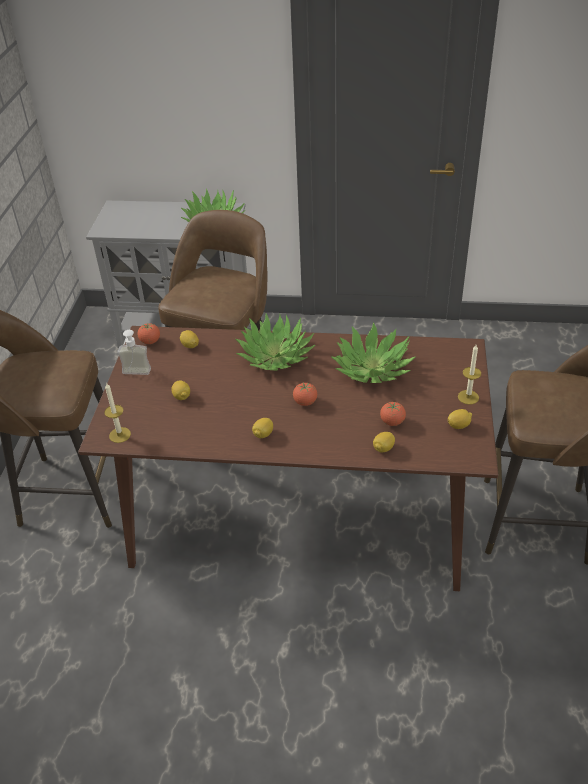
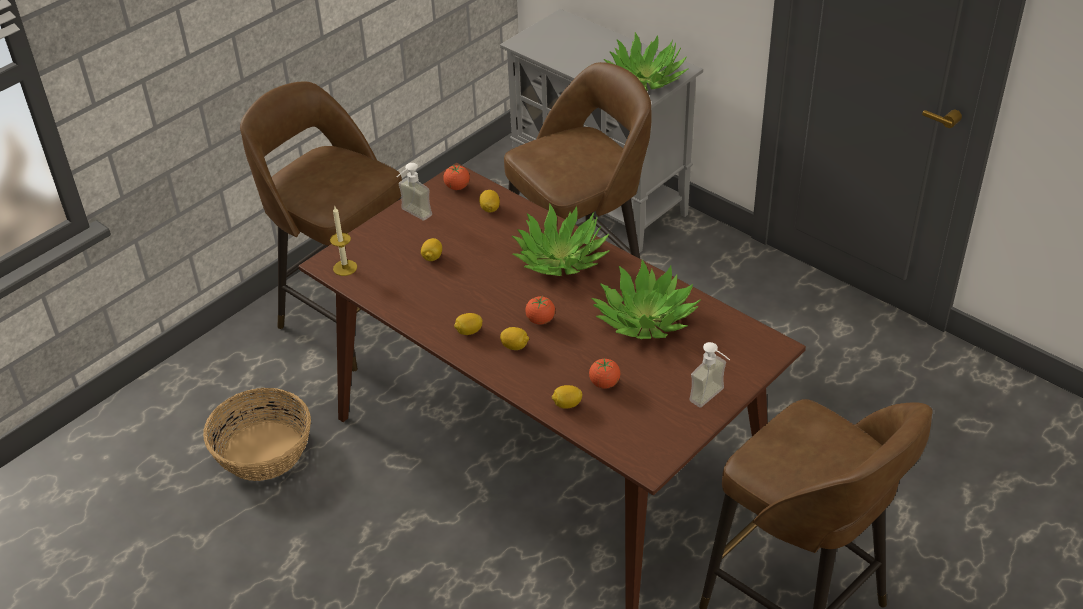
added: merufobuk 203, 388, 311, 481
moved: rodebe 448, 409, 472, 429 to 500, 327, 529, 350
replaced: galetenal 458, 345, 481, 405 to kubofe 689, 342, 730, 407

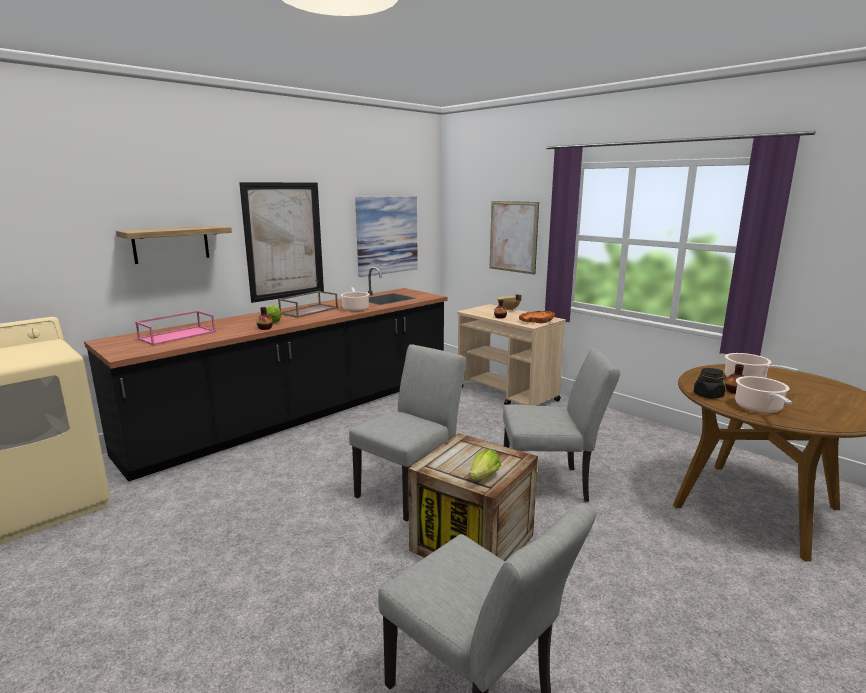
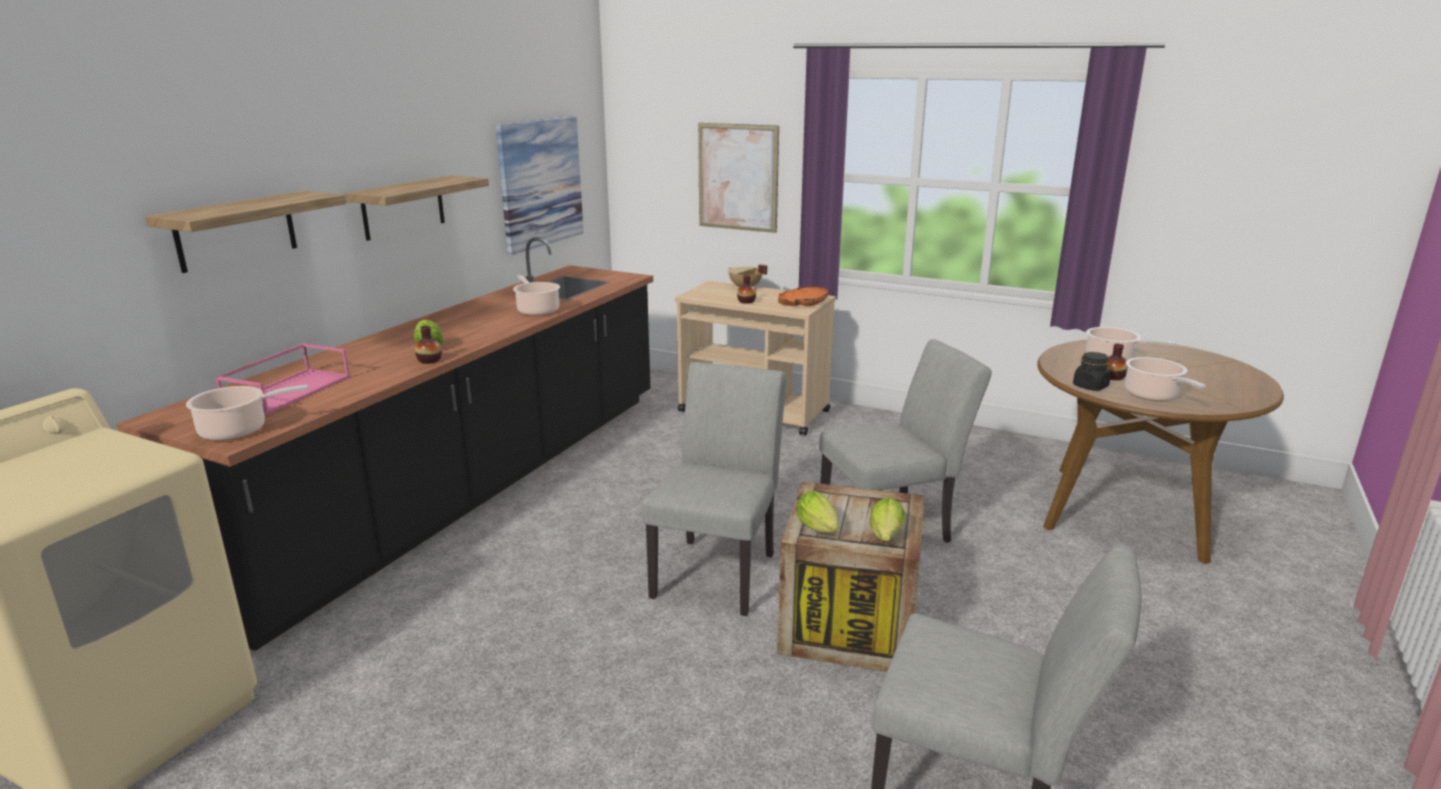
removed: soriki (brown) 278, 291, 338, 318
added: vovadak 186, 385, 308, 441; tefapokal 797, 491, 839, 533
replaced: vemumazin 239, 182, 324, 303 to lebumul 344, 175, 489, 241

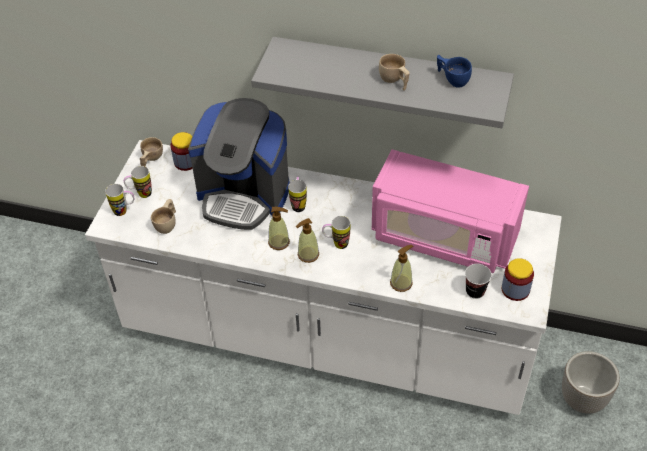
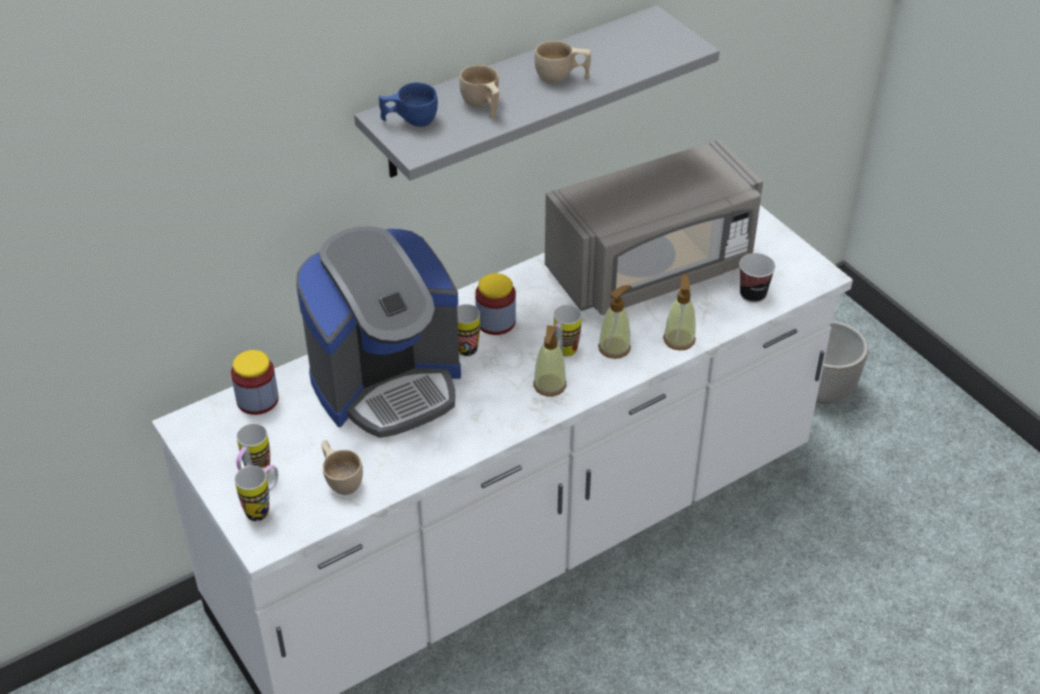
moved: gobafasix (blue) 437, 55, 472, 88 to 379, 82, 438, 127; gobafasix (beige) 140, 137, 163, 167 to 459, 65, 499, 119; kubofe 268, 207, 290, 250 to 598, 285, 632, 359; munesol 502, 258, 534, 301 to 475, 273, 516, 335
recoloured: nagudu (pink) 372, 149, 529, 273 to nagudu (grey) 545, 139, 763, 315

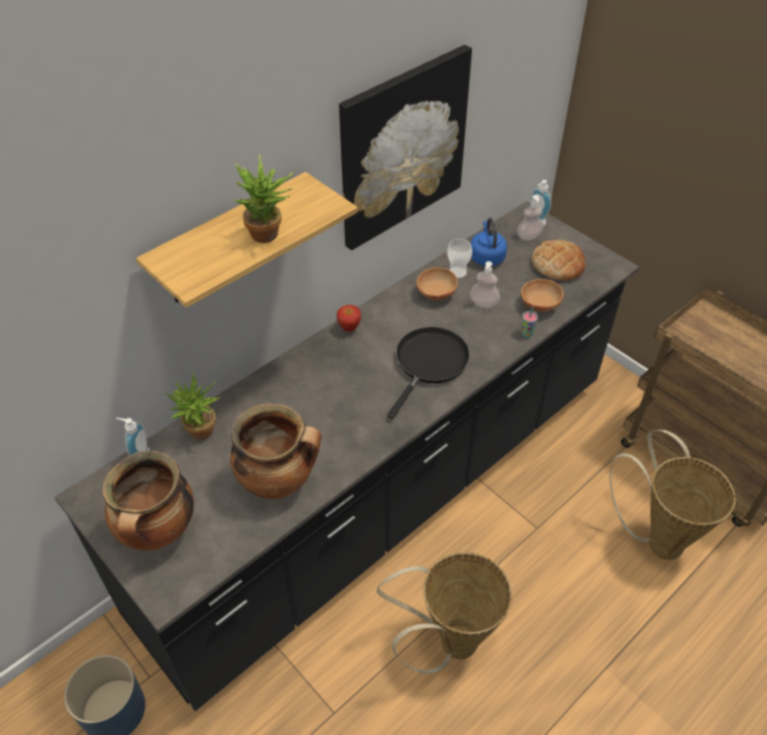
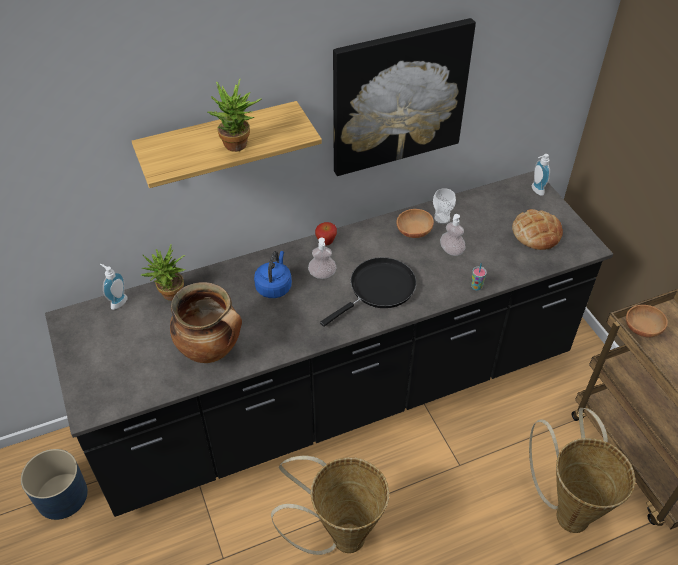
removed: vovadak 103, 451, 194, 550
moved: kubofe 517, 195, 544, 240 to 308, 238, 337, 279; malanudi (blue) 470, 218, 507, 266 to 254, 251, 292, 298; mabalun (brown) 521, 279, 563, 312 to 626, 305, 668, 338

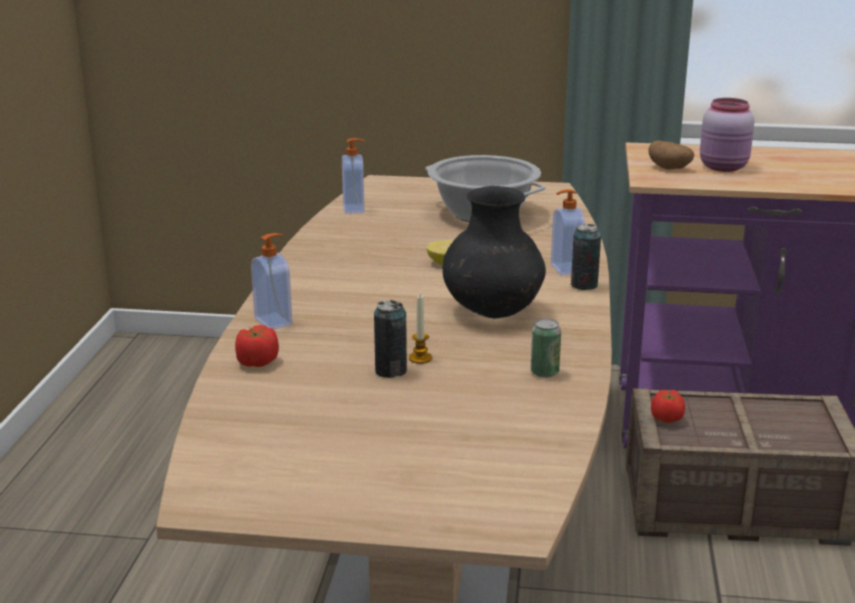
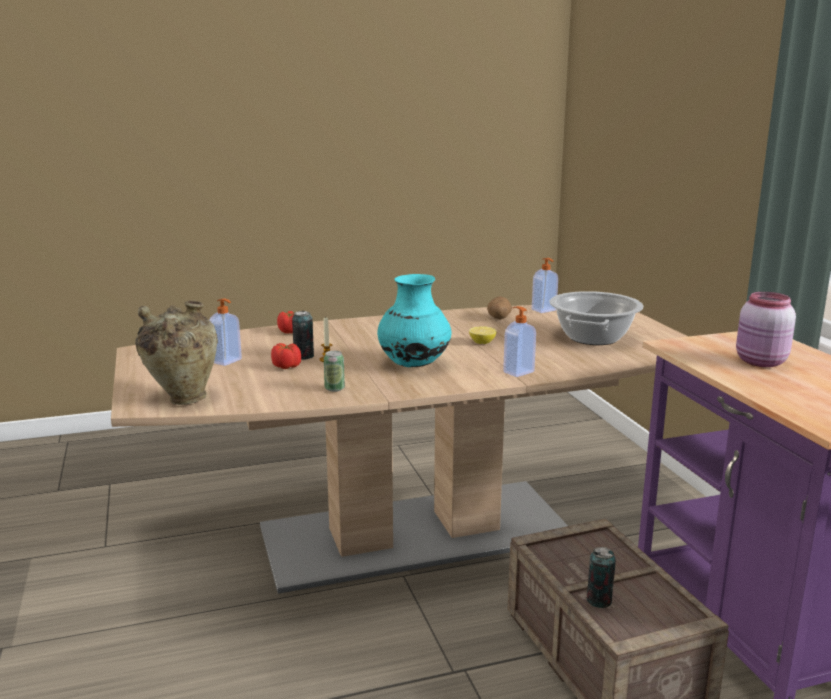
added: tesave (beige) 135, 300, 218, 405
moved: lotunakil 648, 141, 694, 170 to 487, 296, 512, 320; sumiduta 571, 224, 601, 290 to 587, 547, 616, 608; kubofe 251, 233, 293, 330 to 210, 298, 242, 366; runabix 651, 390, 685, 423 to 271, 343, 301, 369
recoloured: tesave (black) 442, 186, 546, 319 to tesave (turquoise) 377, 274, 451, 367

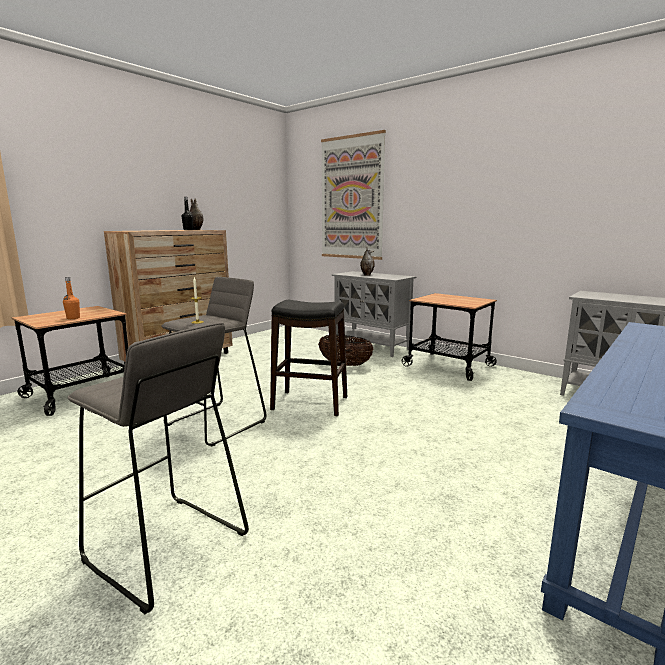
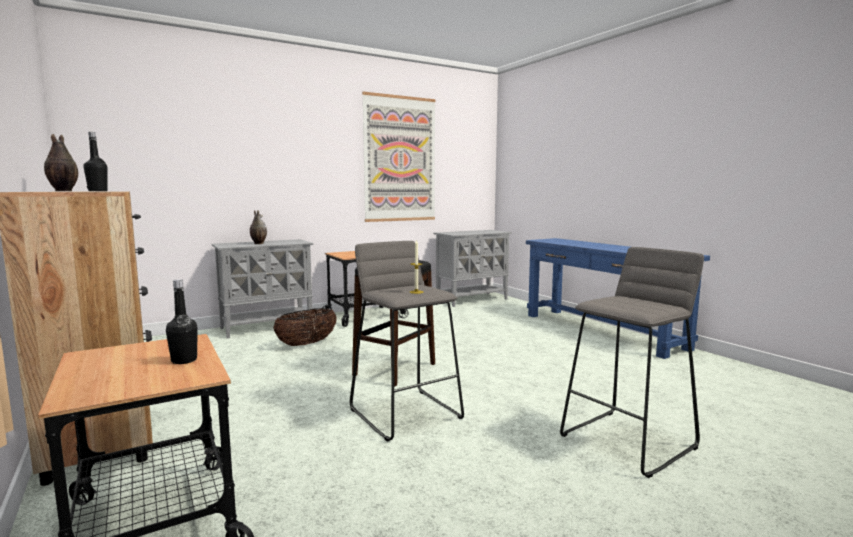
moved: vemumazin 321, 130, 386, 260 to 362, 92, 435, 222
recoloured: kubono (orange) 63, 277, 80, 319 to kubono (black) 166, 279, 198, 364

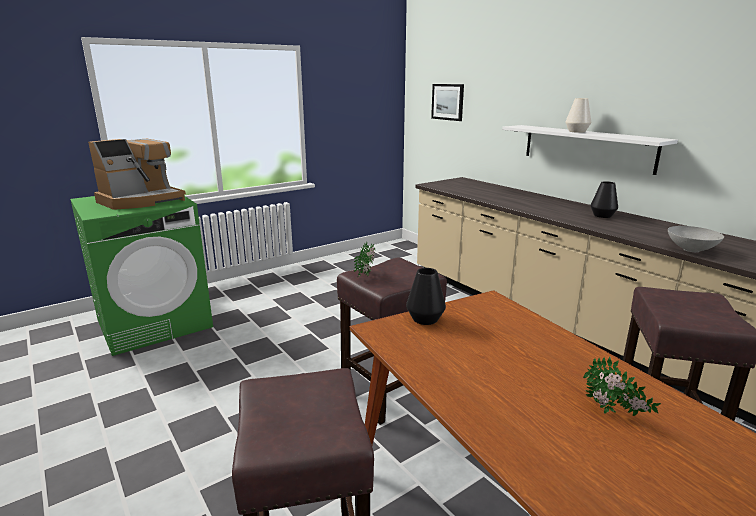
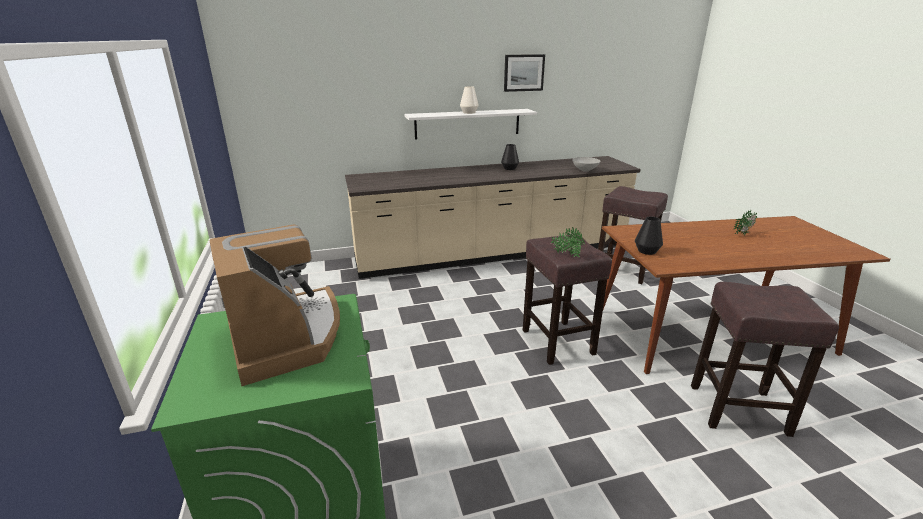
moved: vemumazin 431, 84, 464, 121 to 504, 54, 545, 92

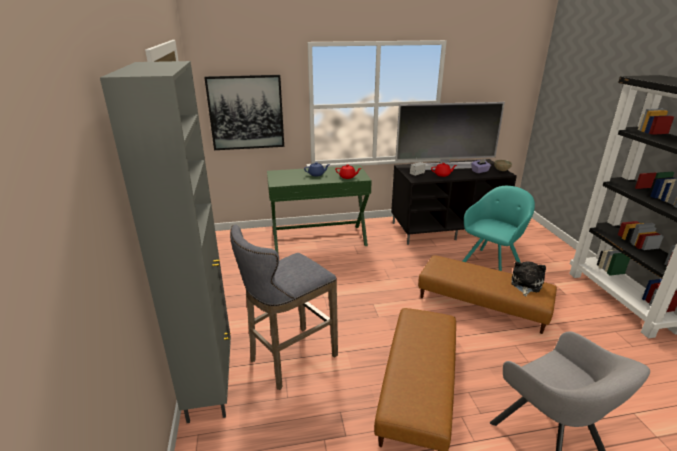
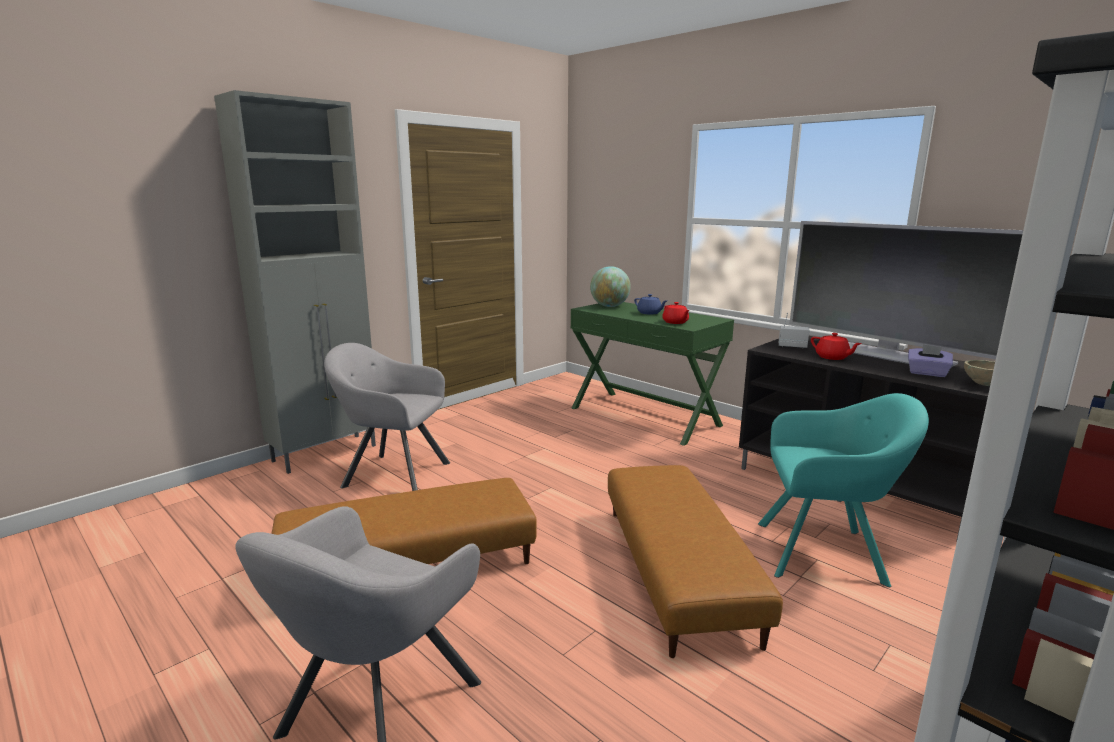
removed: vemumazin 204, 75, 284, 150; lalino 512, 261, 546, 296
added: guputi 590, 266, 631, 307
replaced: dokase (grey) 230, 224, 338, 390 to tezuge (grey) 324, 343, 450, 491

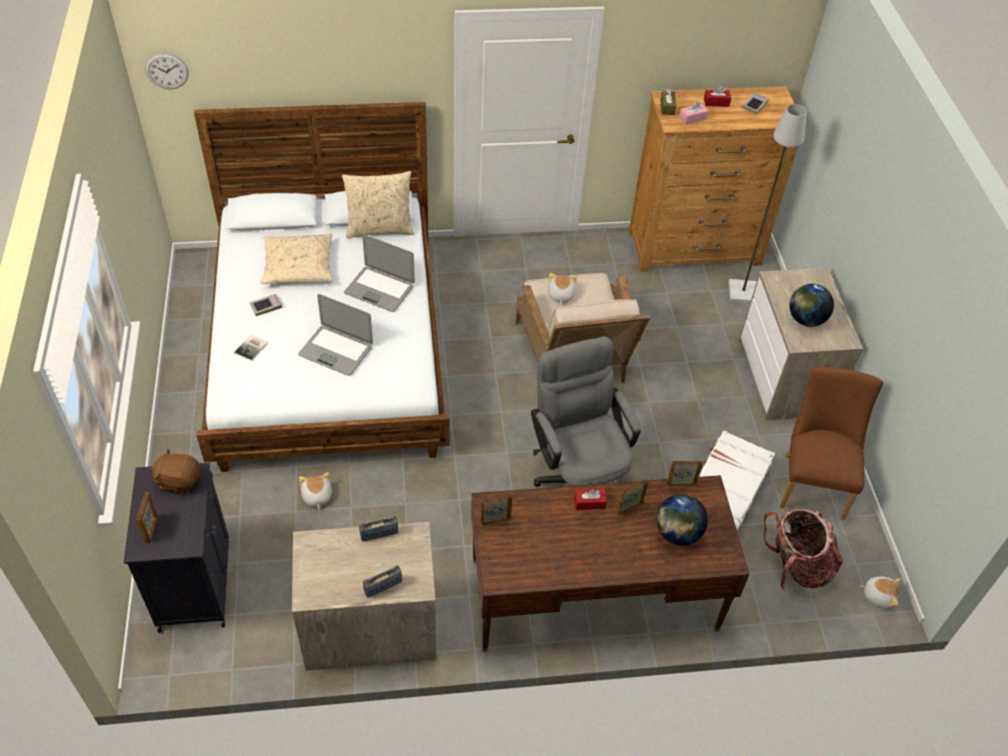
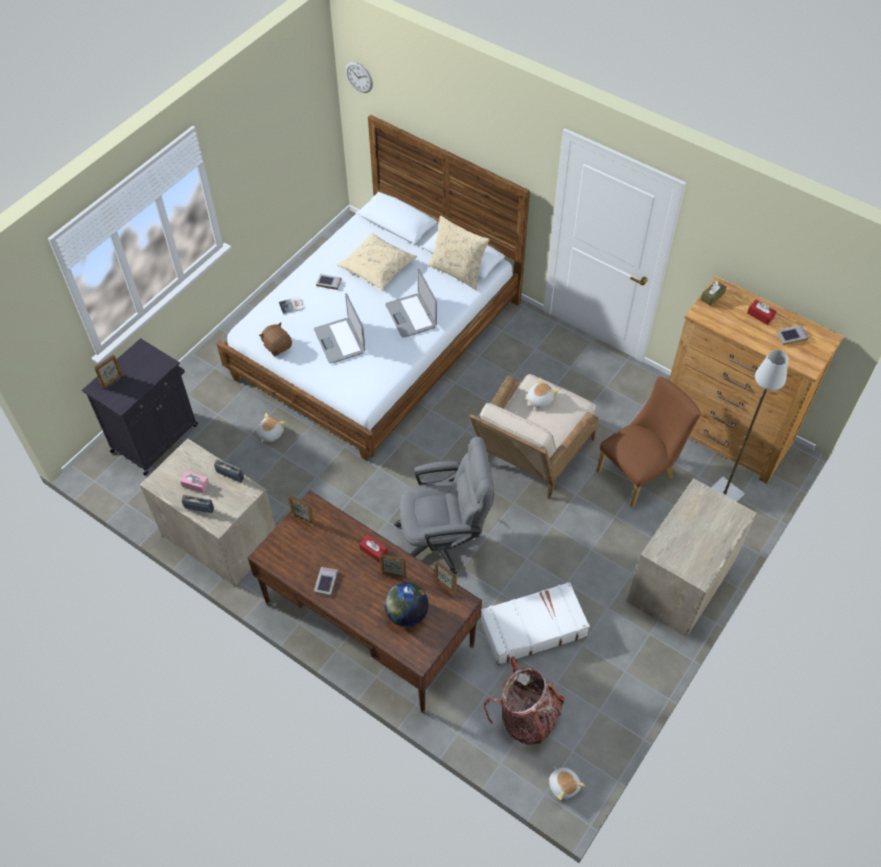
removed: guputi 789, 284, 834, 327
added: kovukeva 314, 567, 338, 596
moved: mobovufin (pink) 679, 102, 708, 125 to 180, 471, 209, 493; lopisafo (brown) 780, 367, 883, 520 to 596, 377, 701, 508; lalino (brown) 151, 448, 200, 494 to 259, 322, 292, 356
turned: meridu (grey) 531, 336, 640, 487 = 394, 437, 494, 574 60 degrees clockwise

